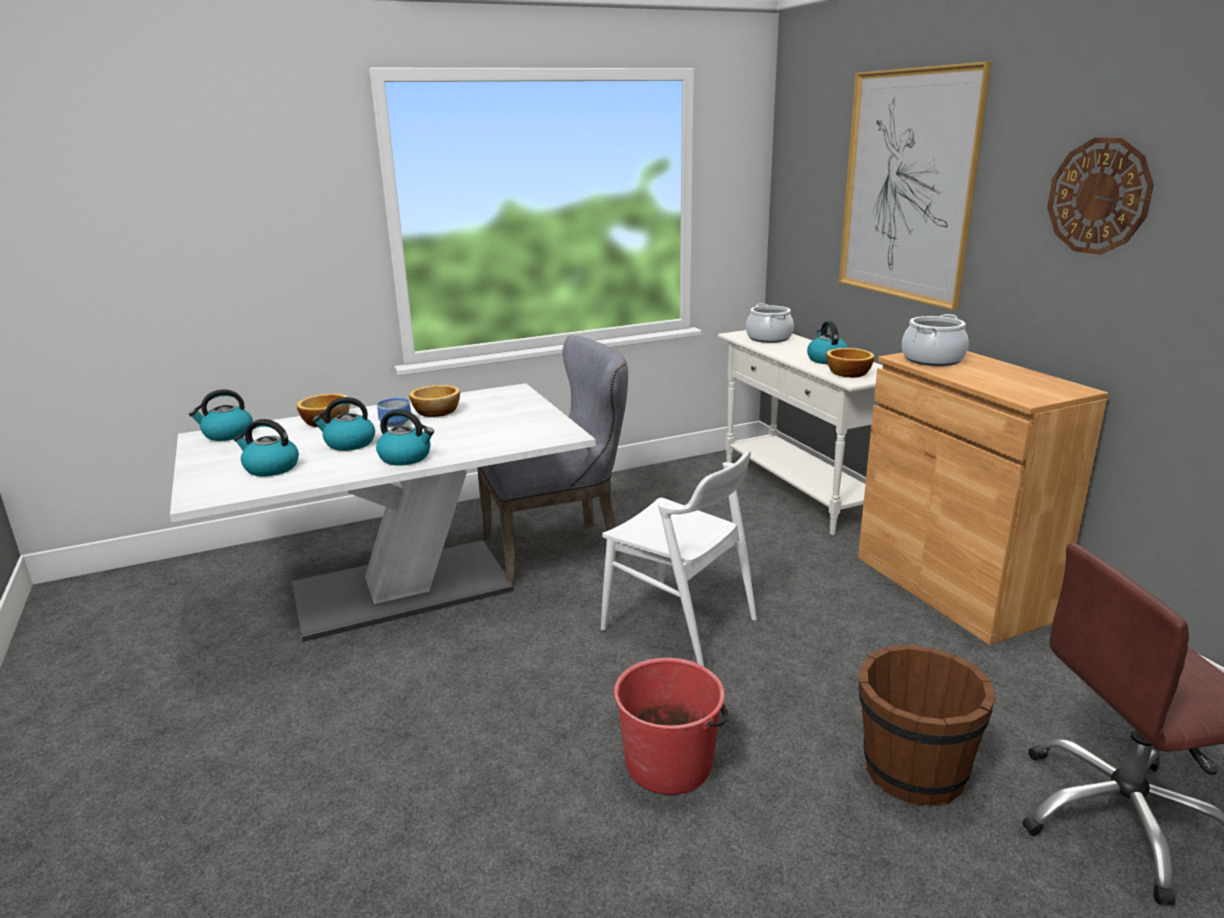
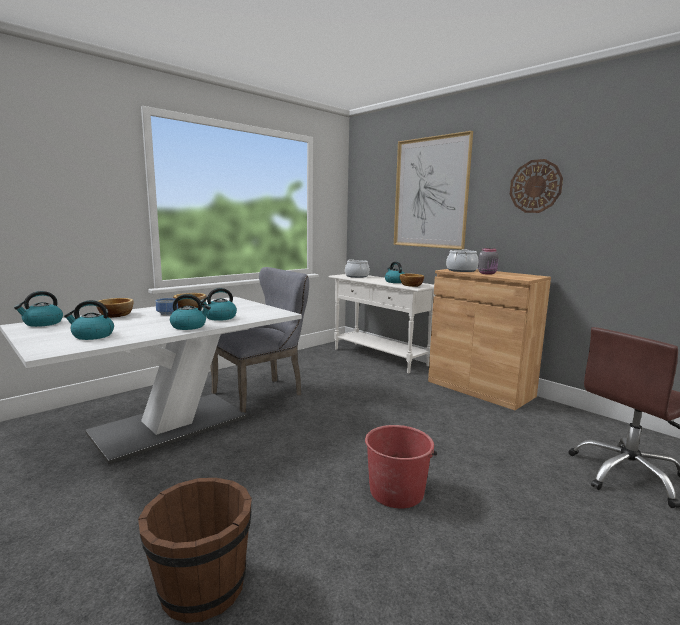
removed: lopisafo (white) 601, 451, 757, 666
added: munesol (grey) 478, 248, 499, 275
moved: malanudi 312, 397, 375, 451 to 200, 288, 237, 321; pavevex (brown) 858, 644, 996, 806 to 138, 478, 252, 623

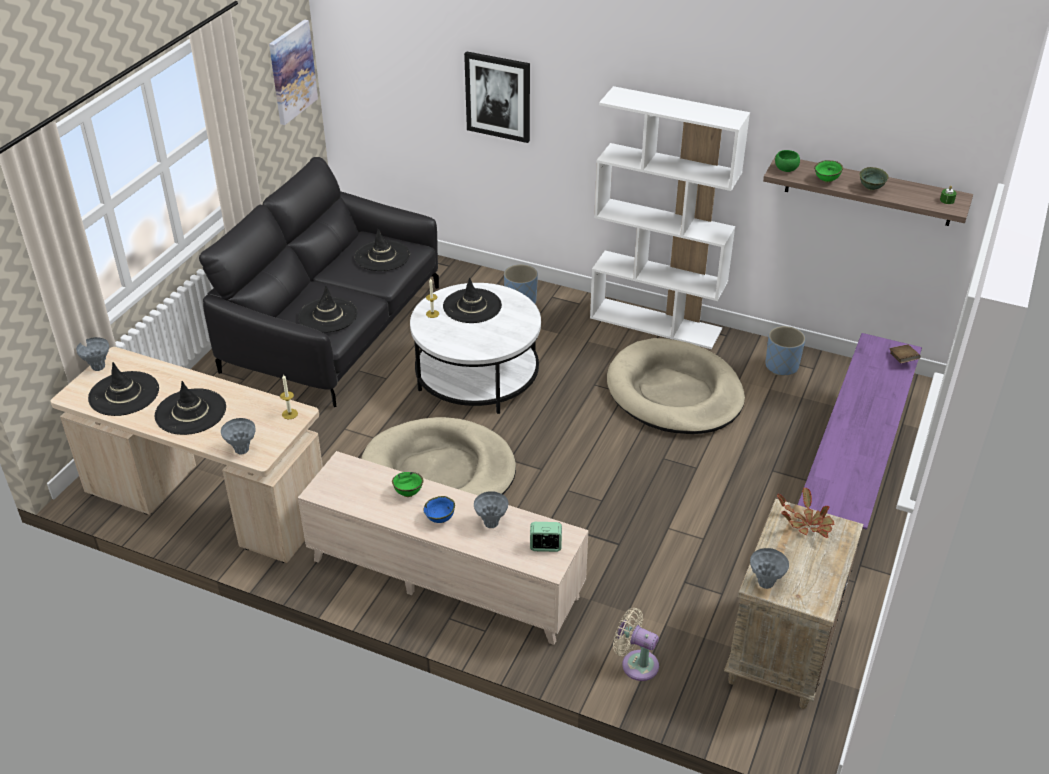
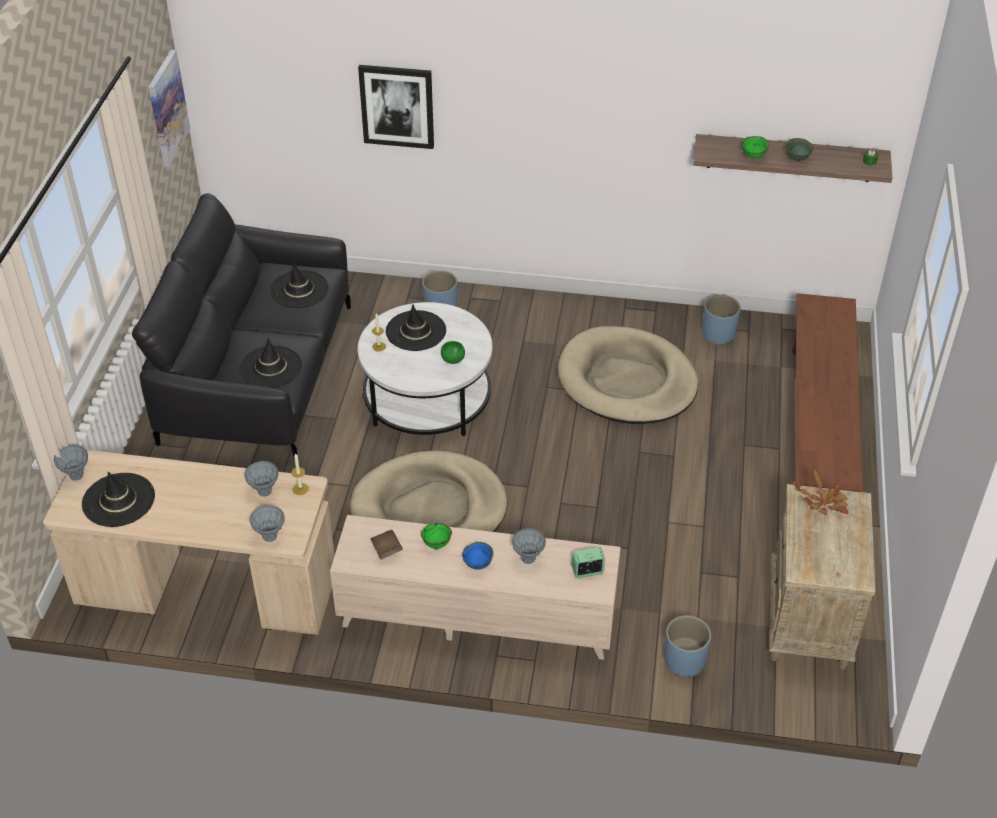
removed: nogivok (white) 590, 86, 750, 349; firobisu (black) 155, 381, 226, 435
moved: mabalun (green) 775, 150, 800, 172 to 441, 341, 465, 364; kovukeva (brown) 889, 344, 921, 363 to 371, 530, 403, 560; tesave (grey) 750, 548, 789, 589 to 244, 461, 279, 497
replaced: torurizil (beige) 613, 608, 659, 681 to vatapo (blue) 664, 615, 711, 677
recoloured: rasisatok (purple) 798, 333, 922, 529 to rasisatok (brown) 792, 293, 863, 492

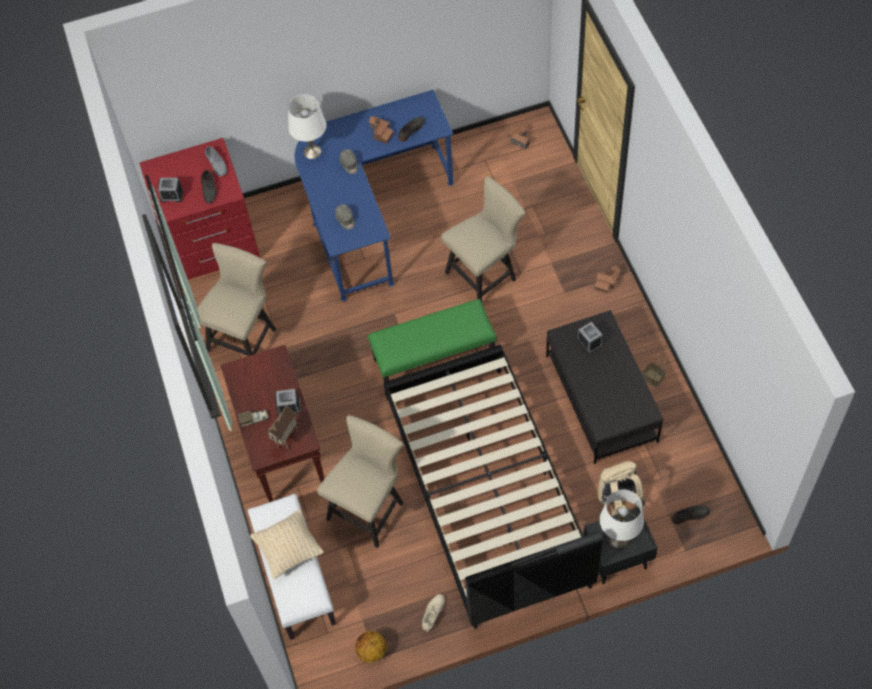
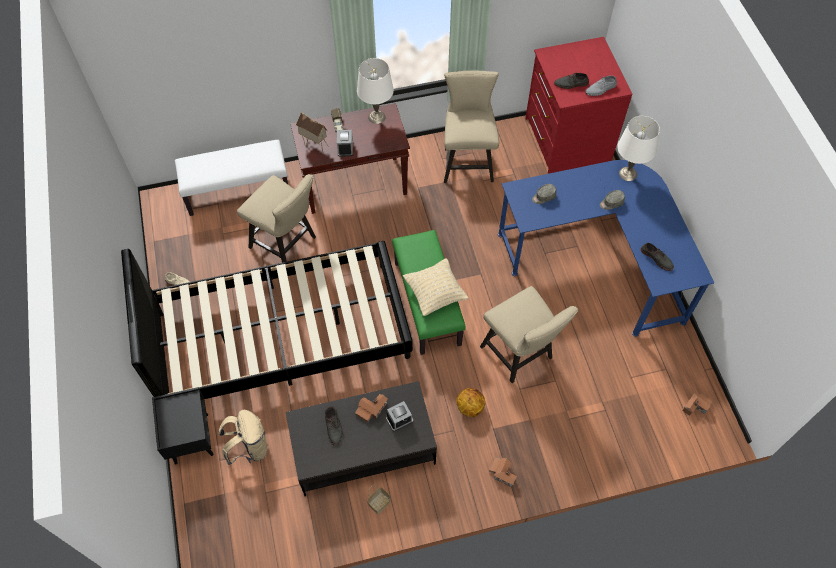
removed: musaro 158, 178, 184, 202
moved: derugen 369, 116, 394, 144 to 355, 394, 388, 423; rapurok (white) 600, 490, 644, 548 to 357, 58, 394, 124; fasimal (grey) 672, 506, 710, 524 to 325, 407, 342, 446; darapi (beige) 250, 509, 324, 579 to 403, 258, 469, 316; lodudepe 355, 631, 387, 663 to 456, 388, 485, 417
turned: lopisafo (beige) 197, 243, 276, 356 = 444, 71, 499, 183 120 degrees counterclockwise

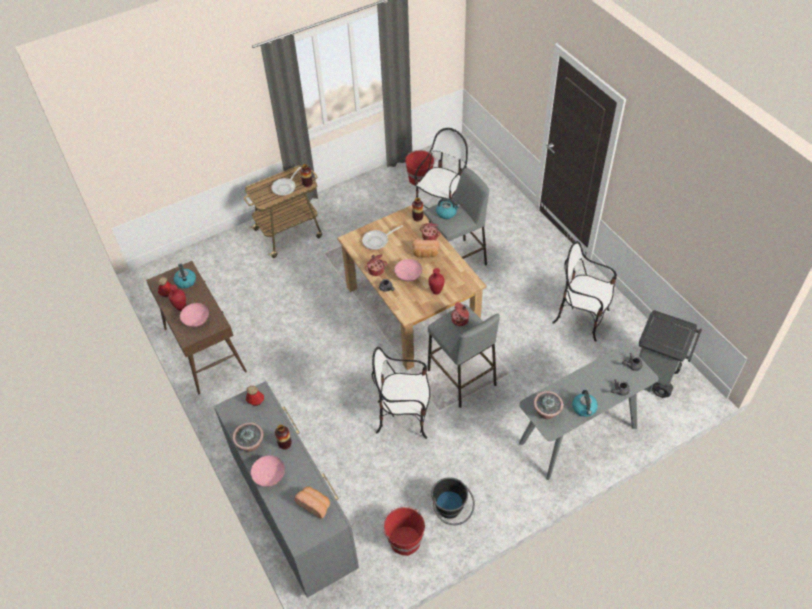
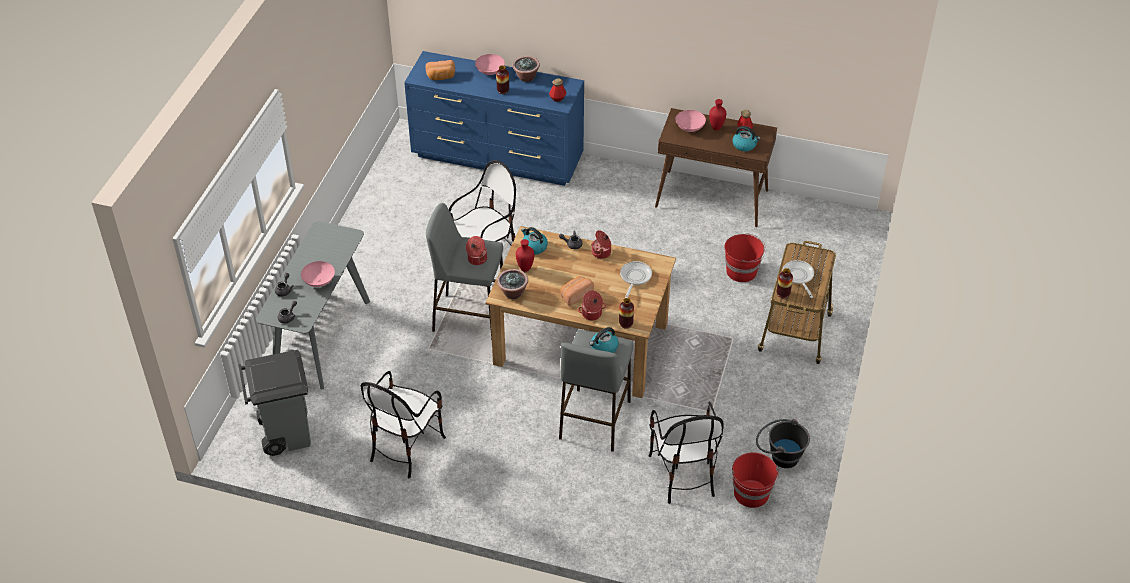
moved: mabalun (pink) 394, 259, 422, 281 to 301, 261, 335, 287; malanudi 572, 390, 598, 417 to 521, 227, 548, 255; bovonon 534, 391, 563, 419 to 497, 269, 528, 299; pavevex (black) 431, 477, 475, 525 to 756, 419, 810, 468; pavevex (red) 382, 506, 425, 556 to 725, 233, 766, 282
recoloured: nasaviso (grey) 214, 381, 359, 598 to nasaviso (blue) 404, 51, 584, 186
turned: lopisafo 552, 241, 617, 342 = 361, 371, 446, 478 135 degrees clockwise

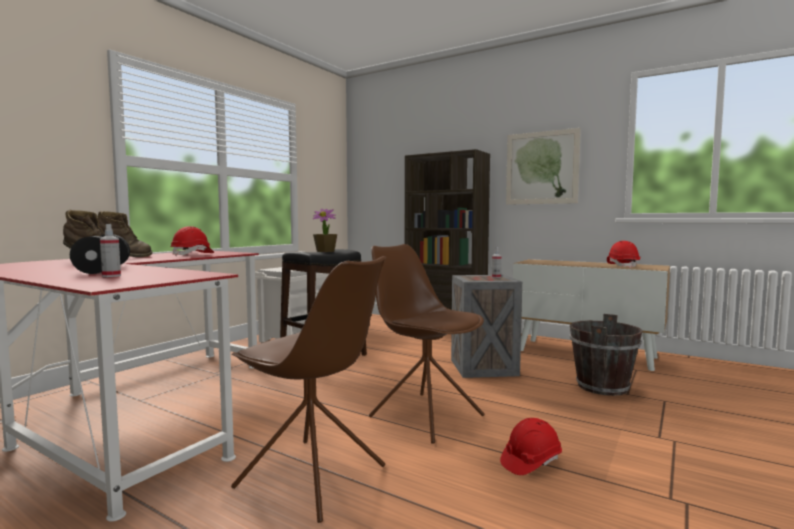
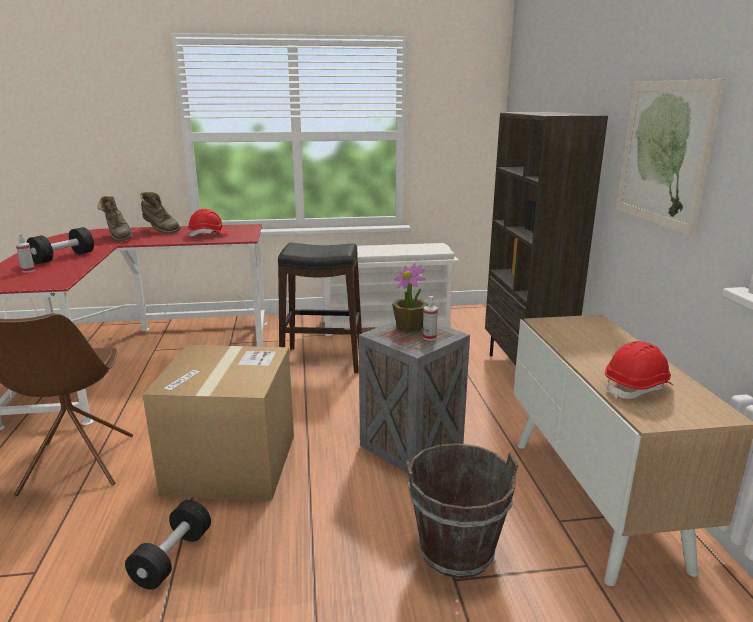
moved: bovonon 313, 209, 337, 252 to 392, 263, 428, 332
replaced: lopisafo (brown) 369, 244, 485, 444 to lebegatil 143, 345, 294, 501; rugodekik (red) 500, 418, 562, 475 to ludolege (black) 125, 500, 211, 590

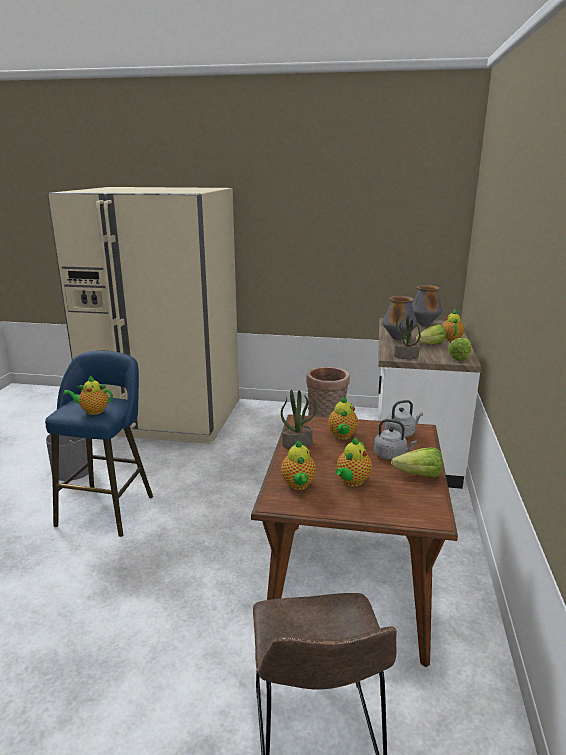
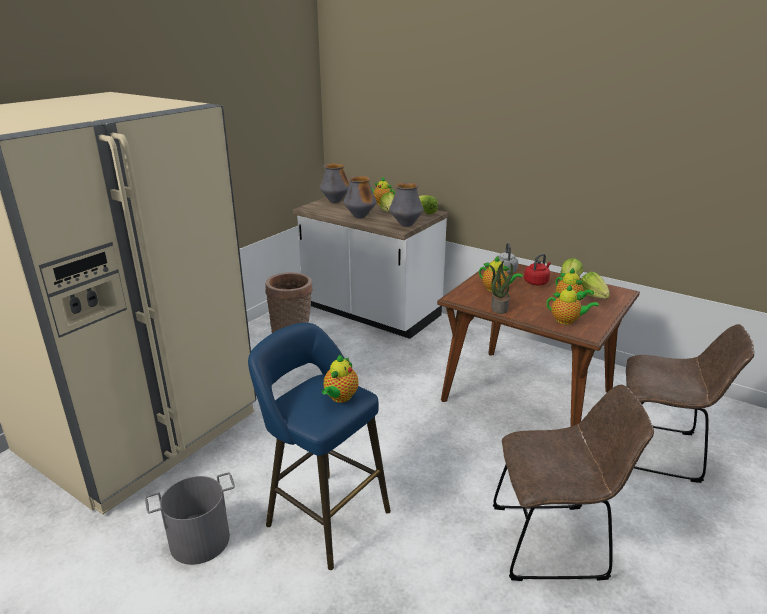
added: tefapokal 581, 272, 610, 299; lopisafo (brown) 493, 385, 654, 581
replaced: bovonon 394, 313, 421, 359 to tesave 389, 182, 424, 227
recoloured: malanudi (grey) 374, 419, 417, 460 to malanudi (red) 524, 253, 551, 285

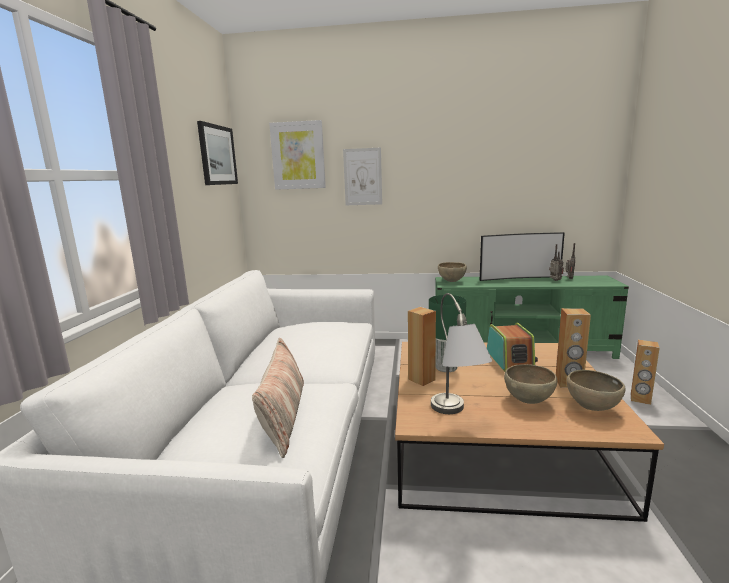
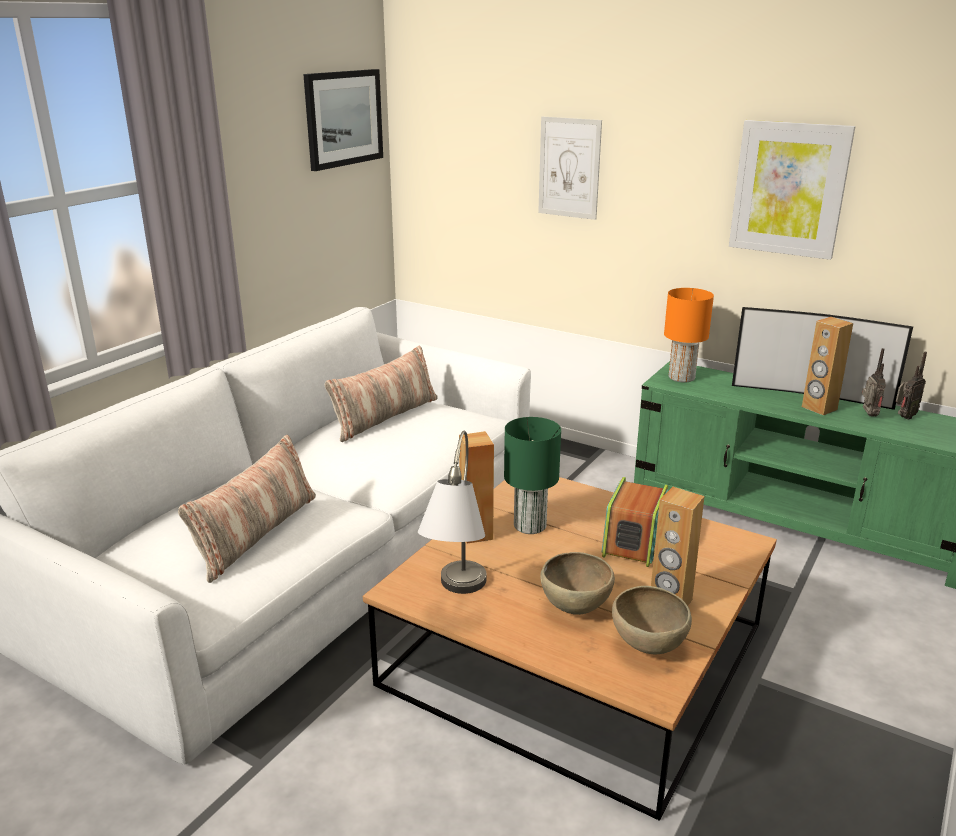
added: darapi 325, 346, 438, 442
moved: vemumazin 269, 120, 326, 190 to 729, 120, 855, 260; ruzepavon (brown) 631, 340, 660, 405 to 802, 317, 853, 415
replaced: mabalun (brown) 438, 262, 467, 282 to rapurok (orange) 664, 288, 714, 382

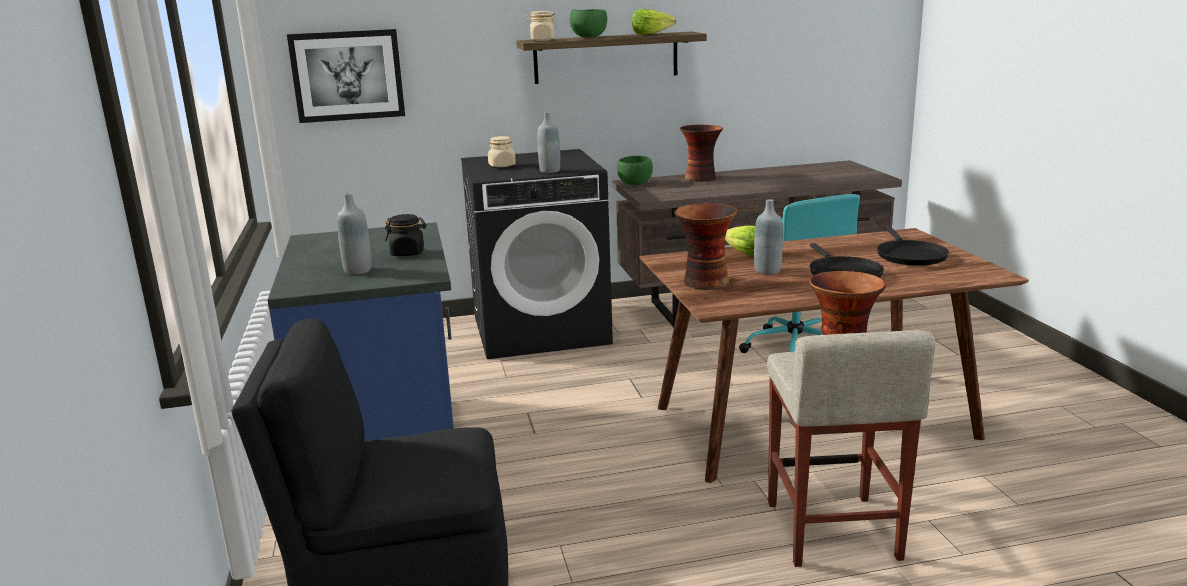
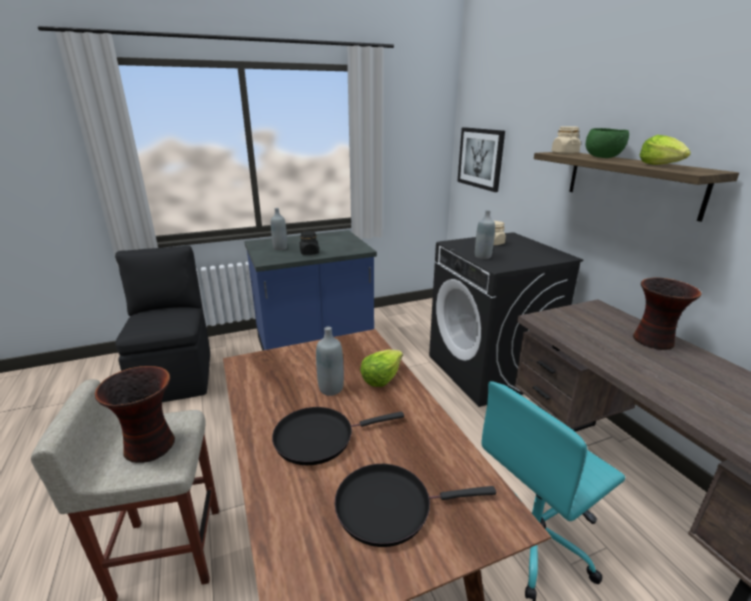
removed: mabalun (green) 617, 156, 653, 185; tesave 674, 203, 737, 290

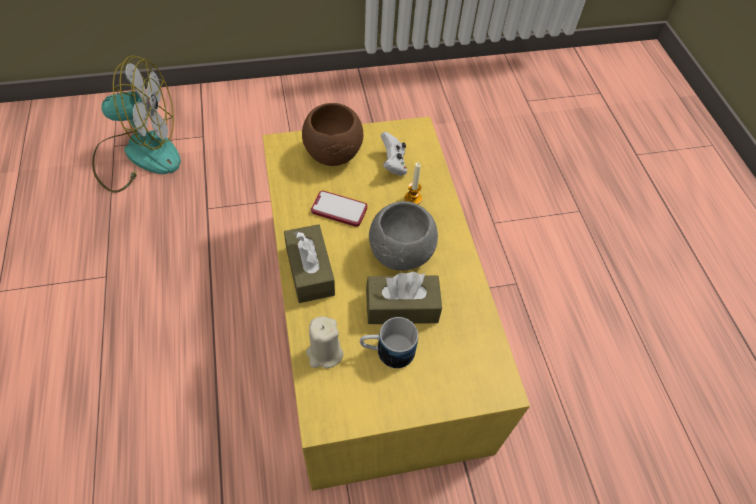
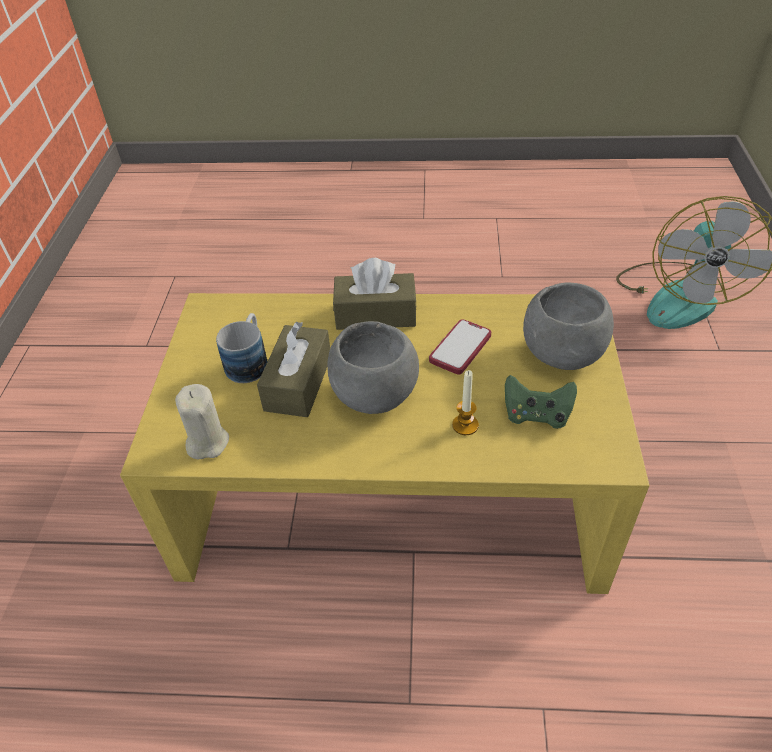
moved: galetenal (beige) 306, 316, 343, 368 to 175, 384, 229, 459
recoloured: mabalun (brown) 302, 103, 363, 166 to mabalun (grey) 523, 282, 614, 370; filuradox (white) 380, 132, 407, 176 to filuradox (green) 505, 375, 577, 429

